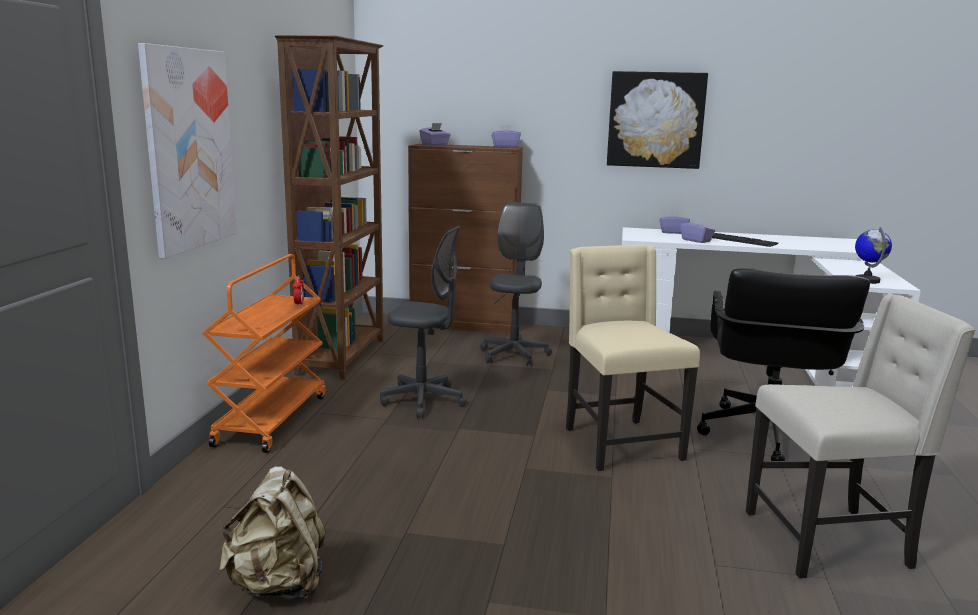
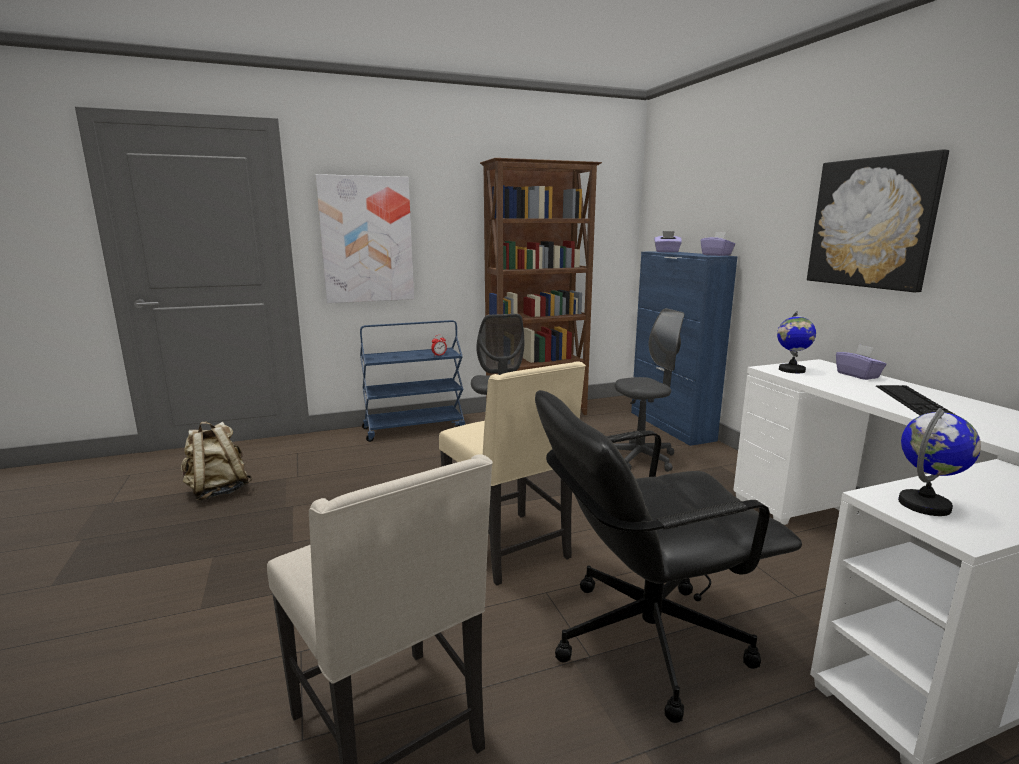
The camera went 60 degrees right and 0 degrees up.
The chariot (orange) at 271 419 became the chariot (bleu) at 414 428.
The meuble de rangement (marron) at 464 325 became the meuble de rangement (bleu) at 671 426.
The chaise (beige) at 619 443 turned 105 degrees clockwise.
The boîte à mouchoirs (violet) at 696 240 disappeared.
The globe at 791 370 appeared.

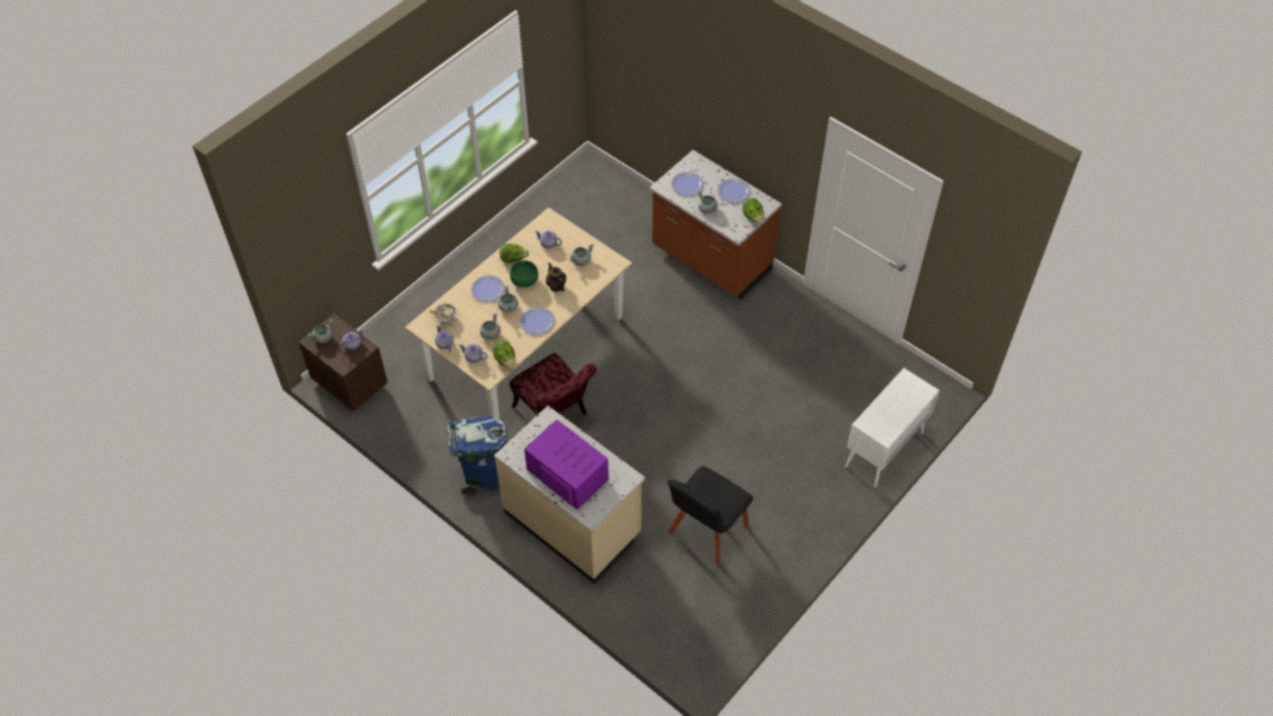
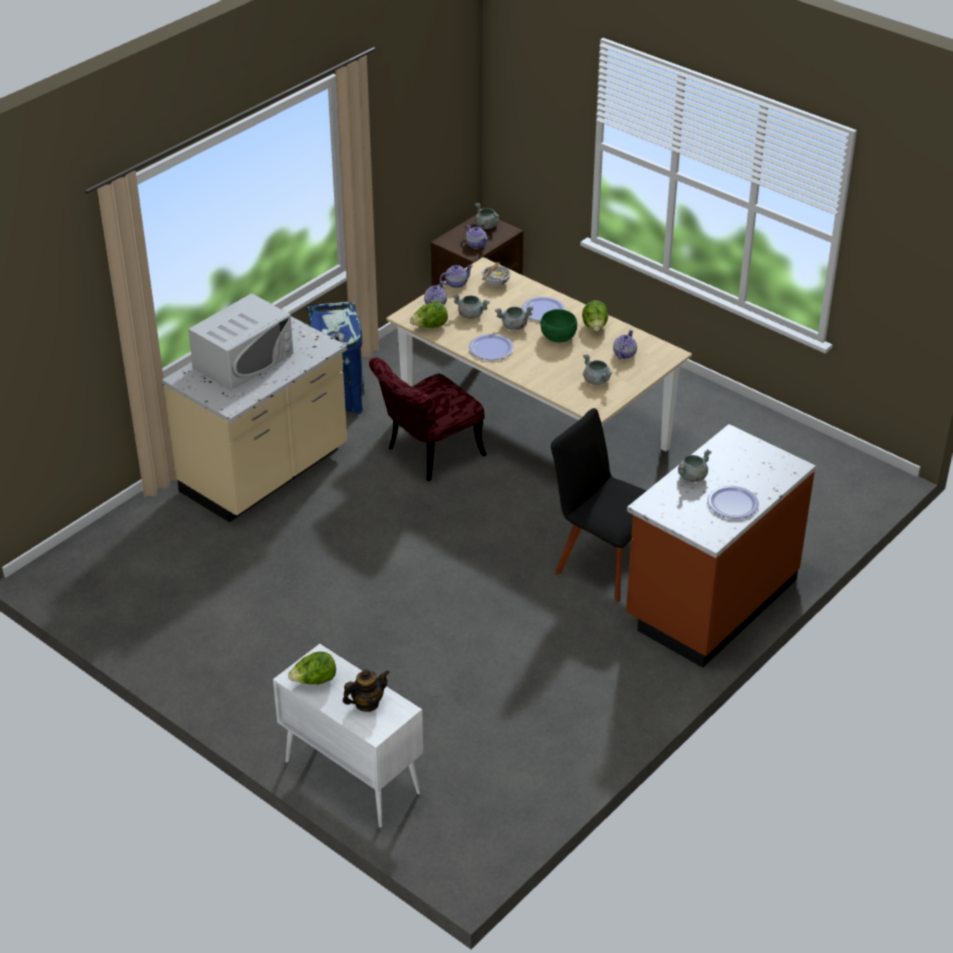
The camera went 90 degrees right and 15 degrees down.
The micro-ondes (violet) at 567 474 became the micro-ondes (blanc) at 243 360.
The théière moved from 556 286 to 367 703.
The chaise (noir) moved from 706 532 to 603 563.
The assiette at 687 184 disappeared.
The laitue moved from 753 217 to 314 681.

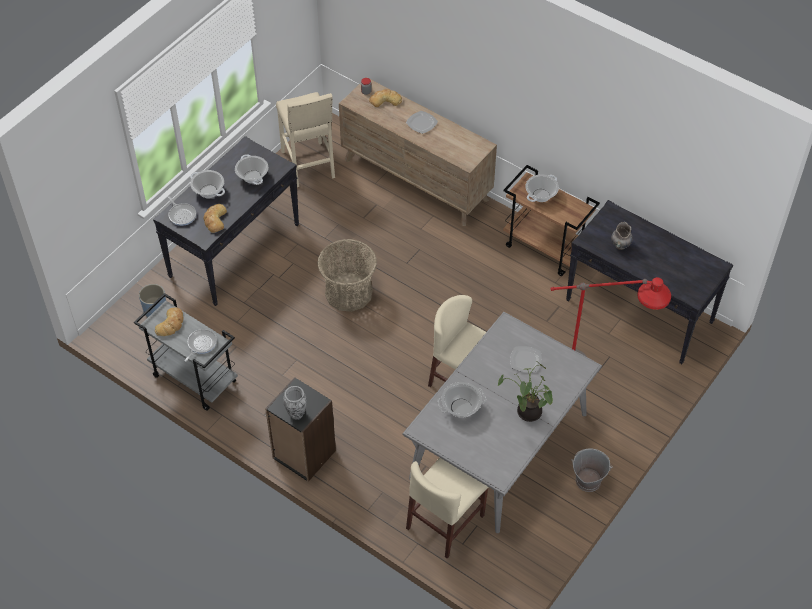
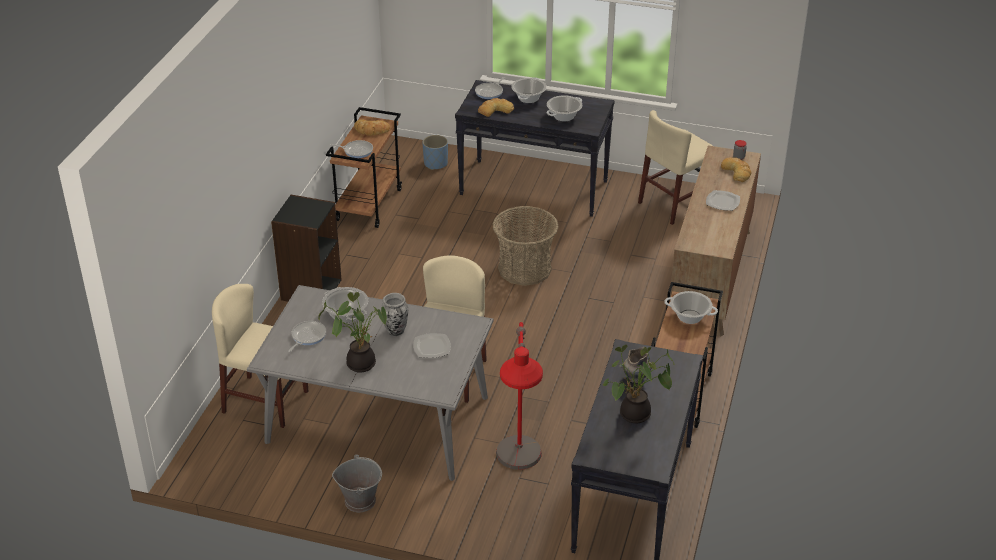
The camera went 70 degrees right and 15 degrees down.
The chariot (gris) at 193 379 became the chariot (marron) at 368 204.
The tabouret (beige) at 308 165 was replaced by the chaise (beige) at 675 203.
The vase moved from 296 413 to 396 331.
The poêle at 307 336 appeared.
The plante en pot at 634 416 appeared.

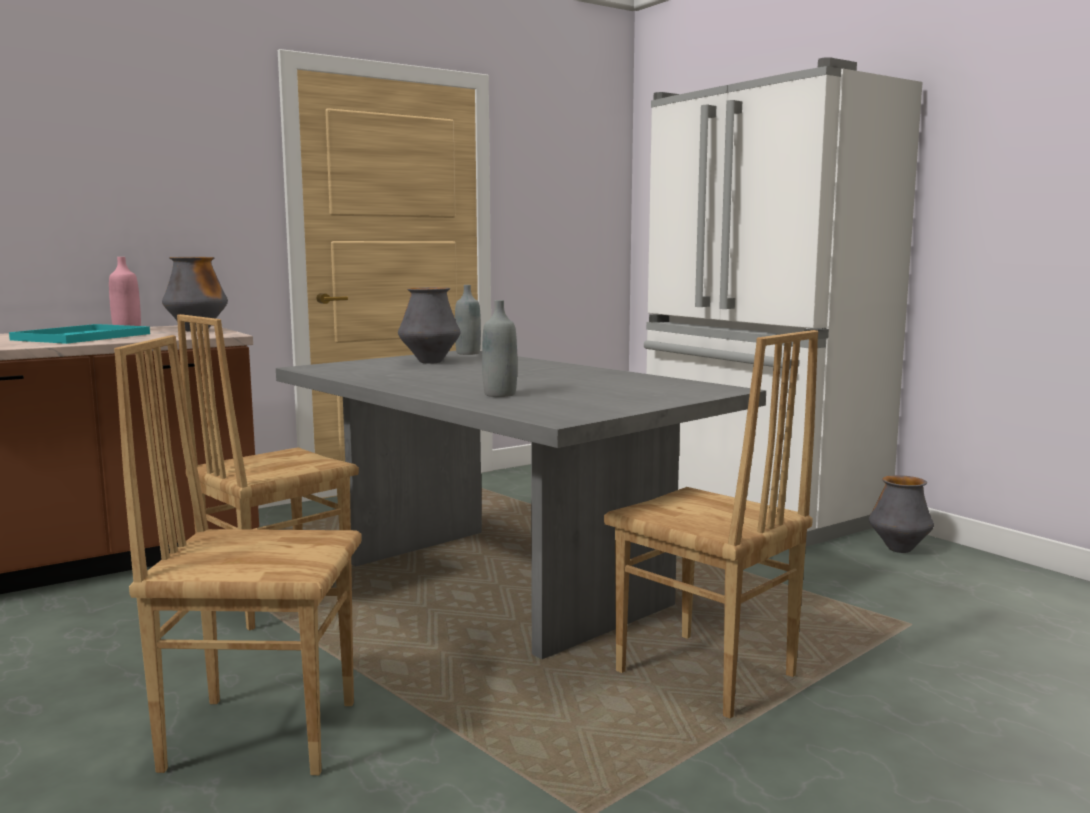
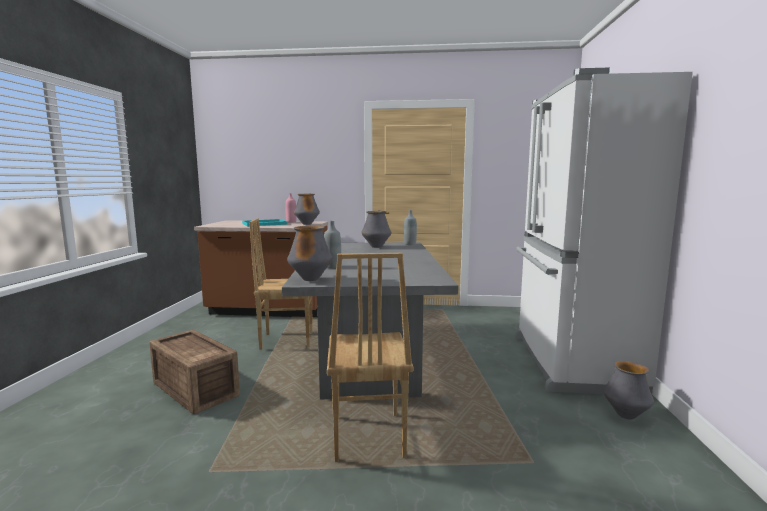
The camera went 40 degrees right and 0 degrees up.
The chaise (marron) at 260 733 was replaced by the caisse at 196 388.
The vase at 310 279 appeared.

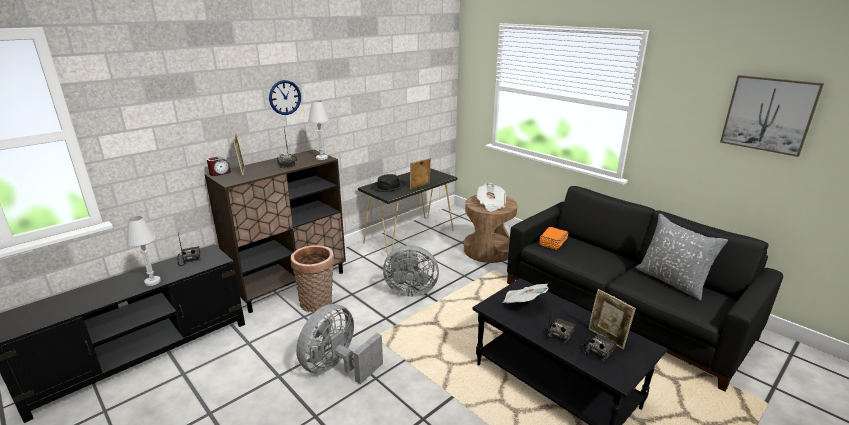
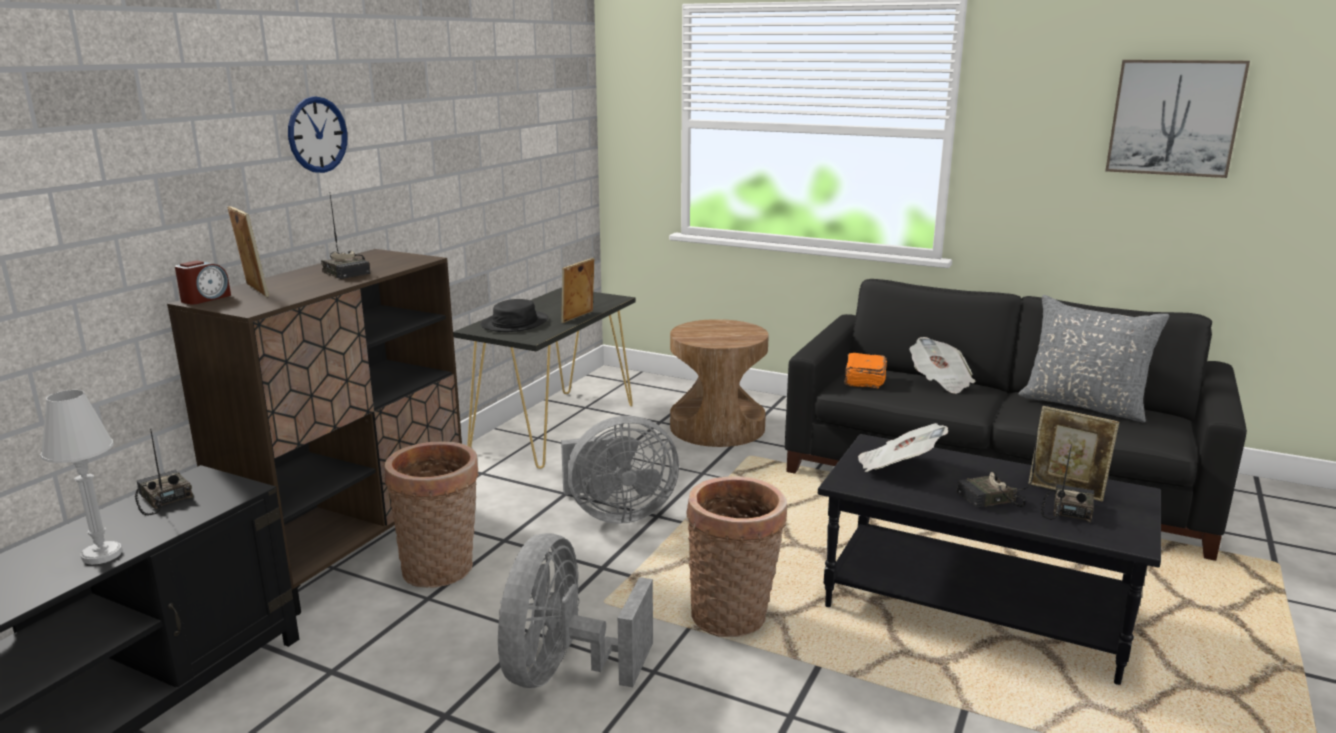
The camera went 20 degrees left and 5 degrees down.
The lampe de table (blanc) at 321 158 disappeared.
The journal moved from 491 205 to 940 382.
The radio at 558 333 turned 120 degrees counterclockwise.
The panier at 734 617 appeared.

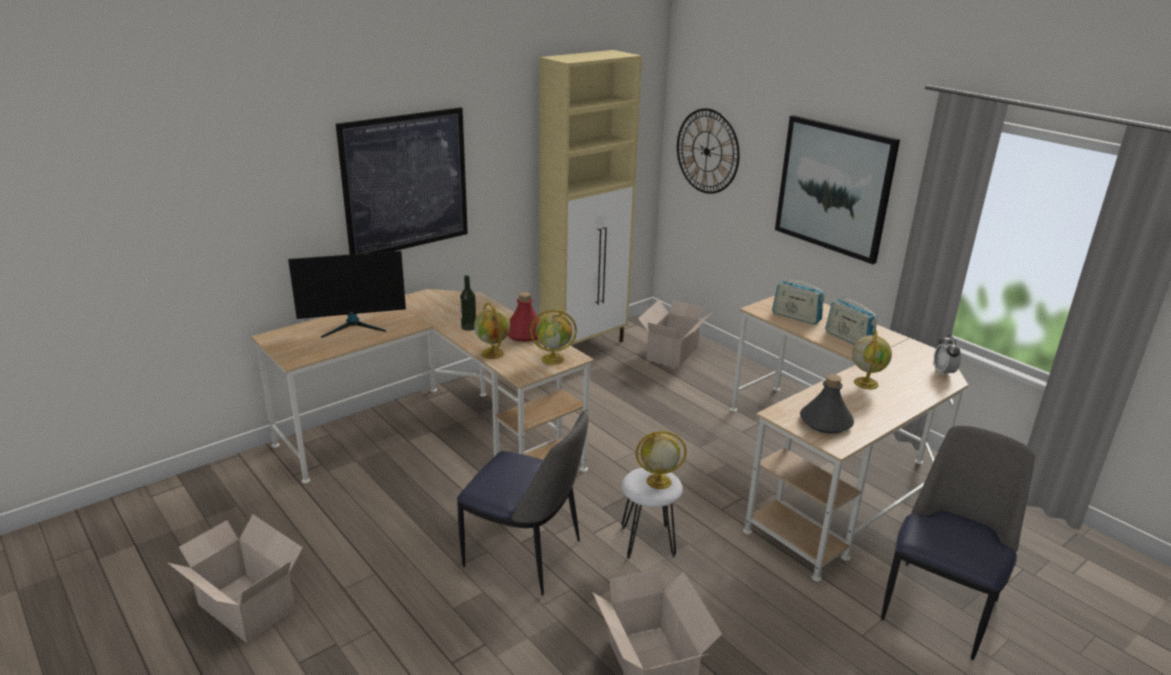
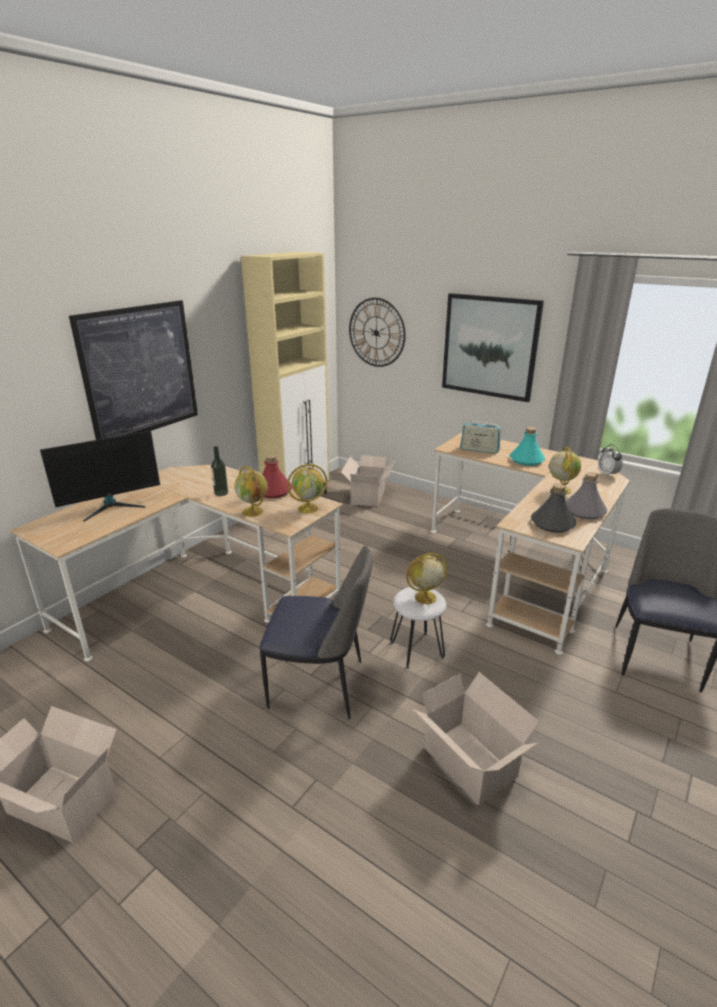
The camera went 15 degrees left and 0 degrees up.
The radio at 848 339 was replaced by the bouteille (turquoise) at 526 460.
The bouteille (gris) at 583 511 appeared.

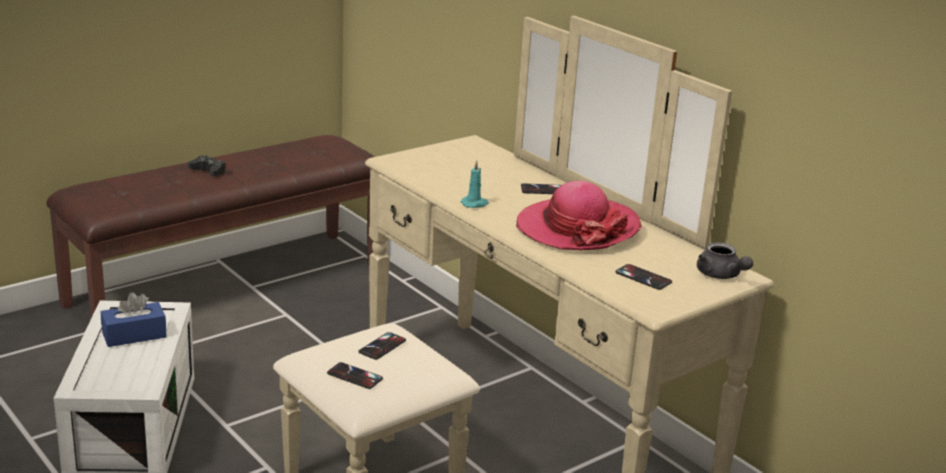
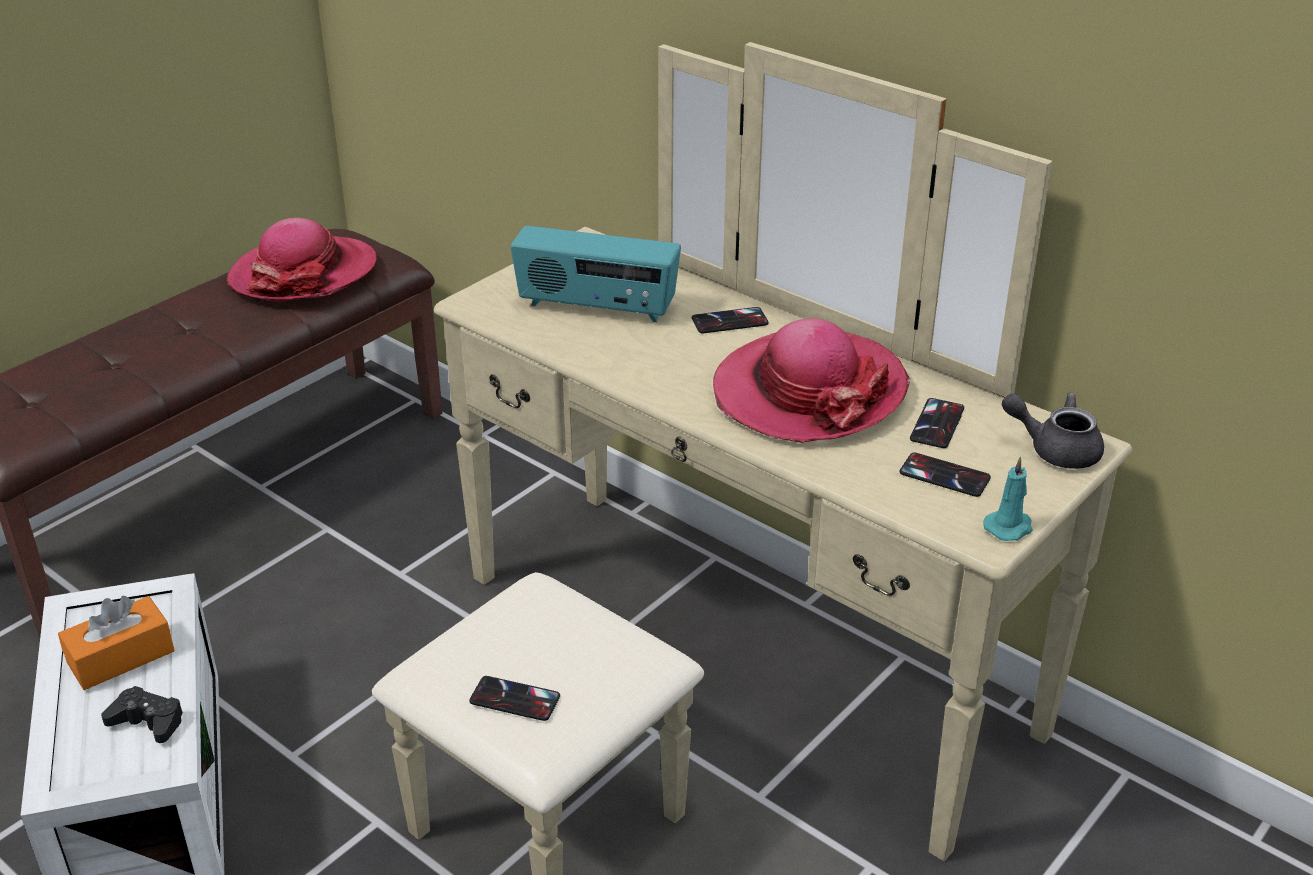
The camera went 10 degrees left and 10 degrees up.
The boîte à mouchoirs (bleu) at 134 335 became the boîte à mouchoirs (orange) at 121 657.
The manette (noir) moved from 208 171 to 147 721.
The téléphone moved from 382 346 to 937 424.
The bougie (turquoise) moved from 475 204 to 1009 527.
The théière (gris) at 721 275 turned 150 degrees clockwise.
The chapeau at 304 274 appeared.
The radio at 596 308 appeared.

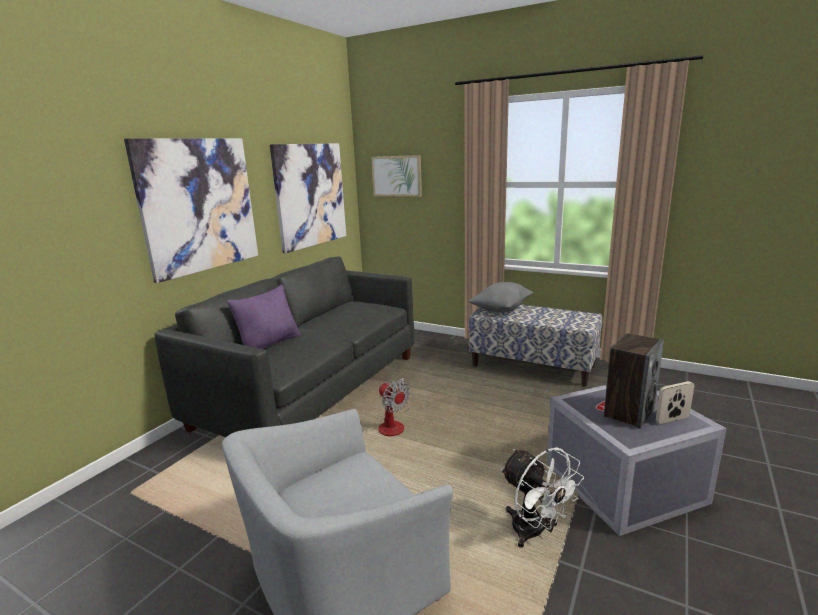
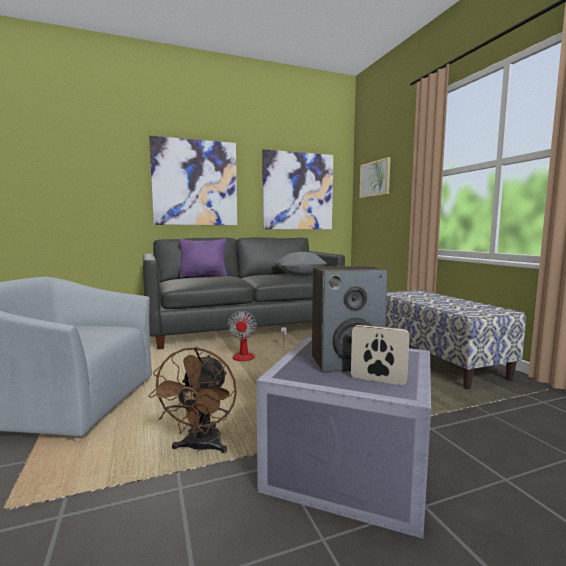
The camera went 40 degrees right and 10 degrees down.
The coussin (gris) moved from 501 309 to 300 275.
The ventilateur (blanc) at 534 533 became the ventilateur (marron) at 200 448.

